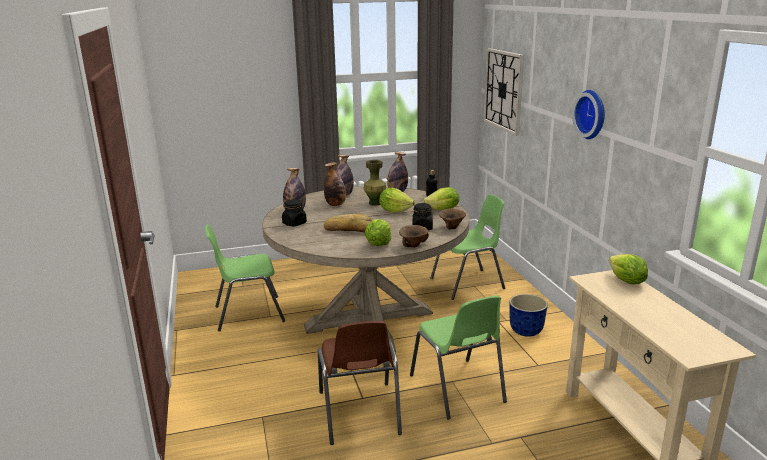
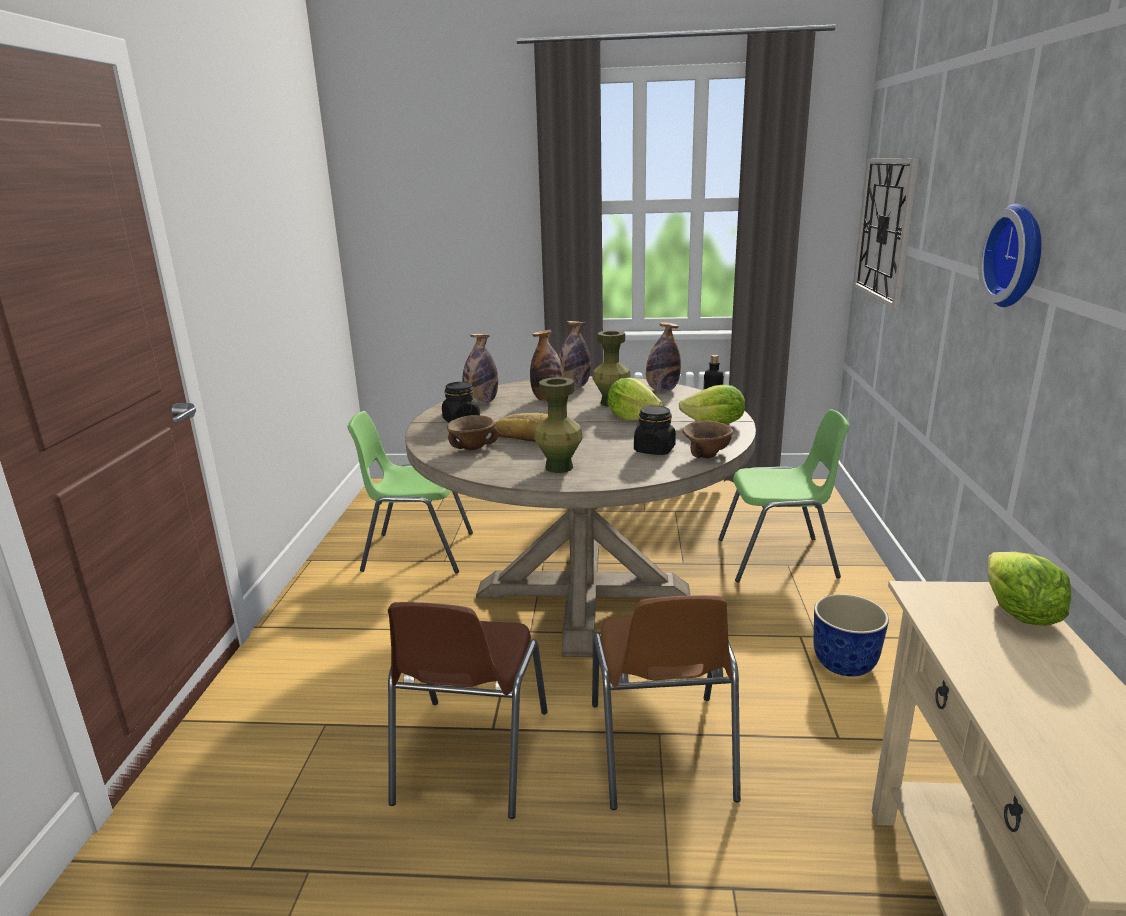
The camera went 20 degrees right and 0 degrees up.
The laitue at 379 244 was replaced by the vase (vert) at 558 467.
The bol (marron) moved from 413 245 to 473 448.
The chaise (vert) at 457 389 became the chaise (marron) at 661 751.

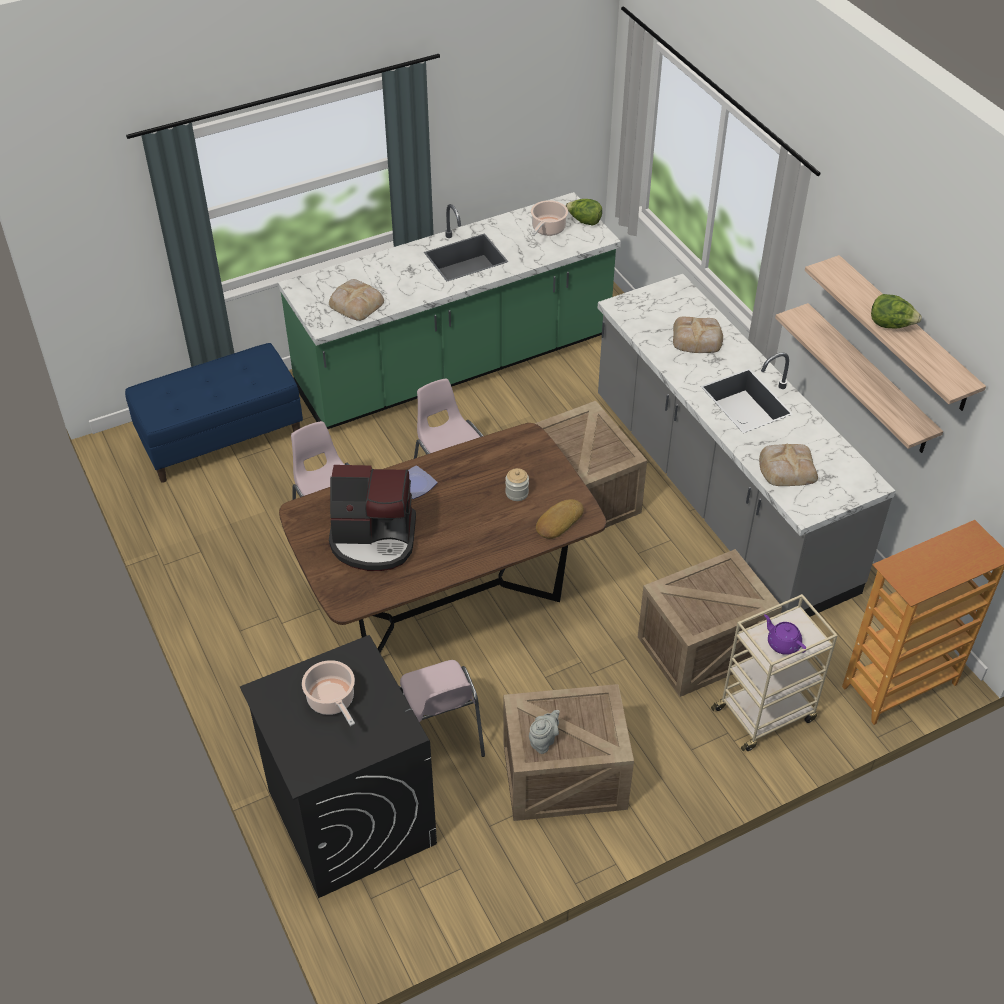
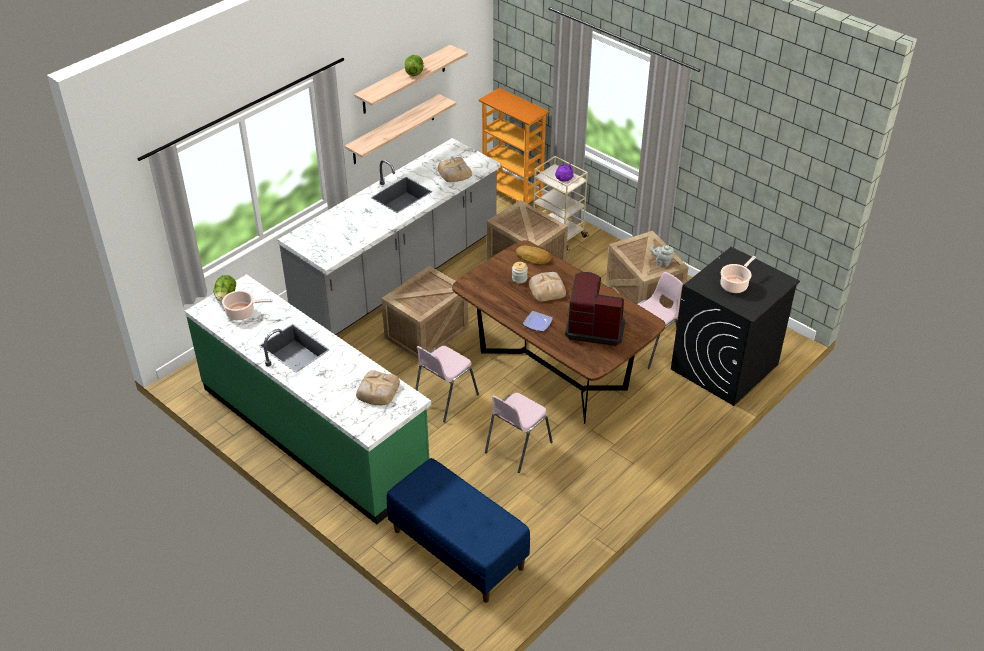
The camera went 110 degrees left and 5 degrees down.
The machine à café at 373 540 turned 60 degrees counterclockwise.
The pain moved from 697 339 to 547 289.

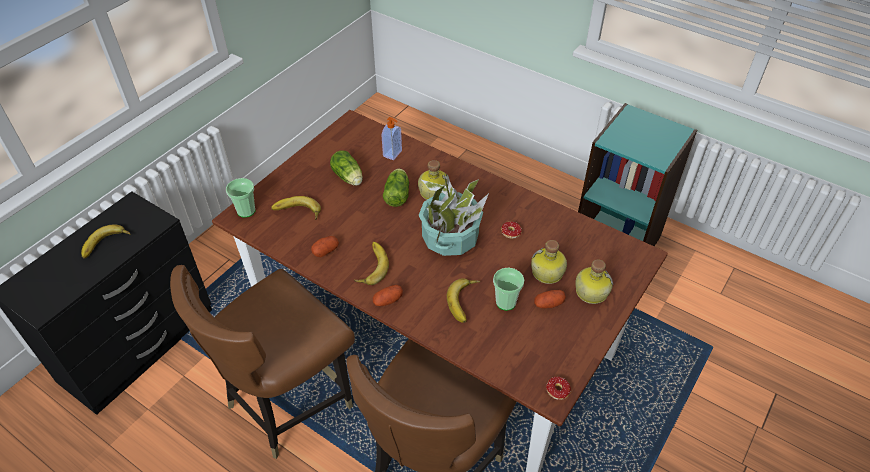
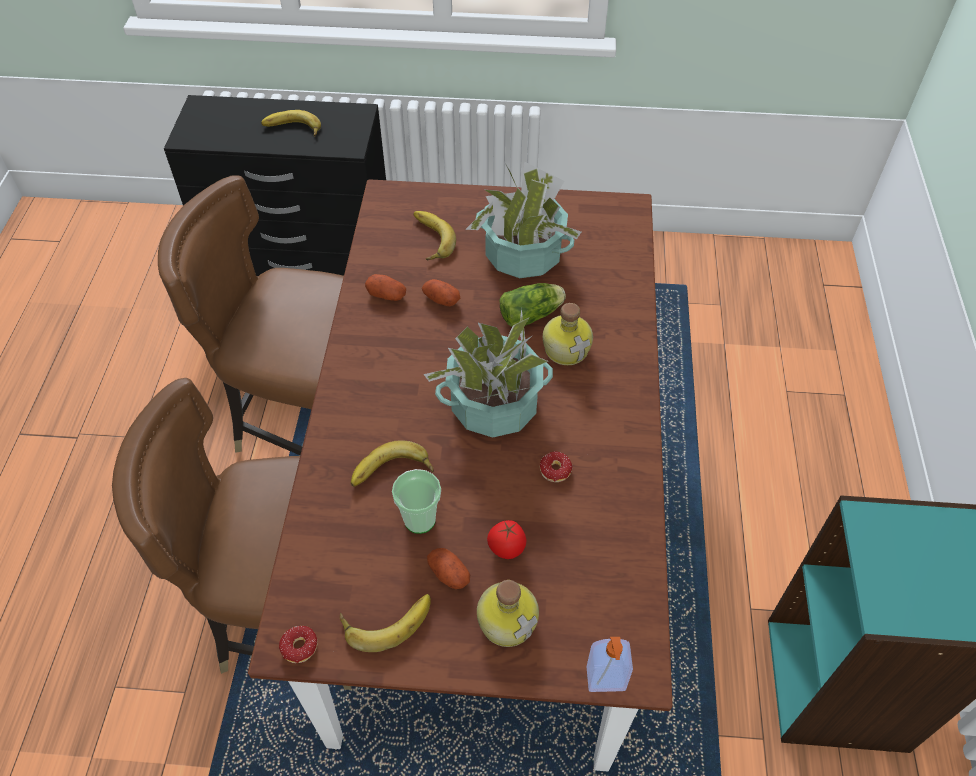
The camera went 60 degrees right and 5 degrees up.
The tasse at 246 211 disappeared.
The laitue at 349 178 was replaced by the plante en pot at 523 255.
The banane moved from 370 266 to 386 618.
The pomme de terre moved from 388 300 to 441 299.
The distributeur de savon moved from 393 154 to 606 680.
The bouteille at 547 273 was replaced by the tomate at 506 548.

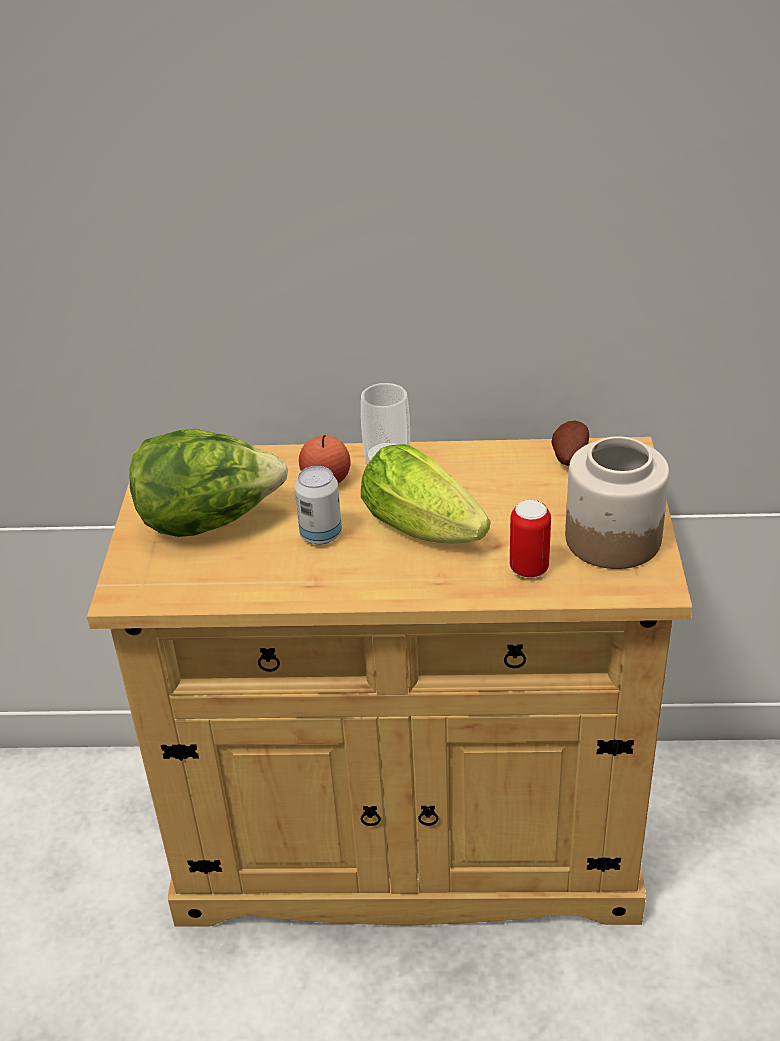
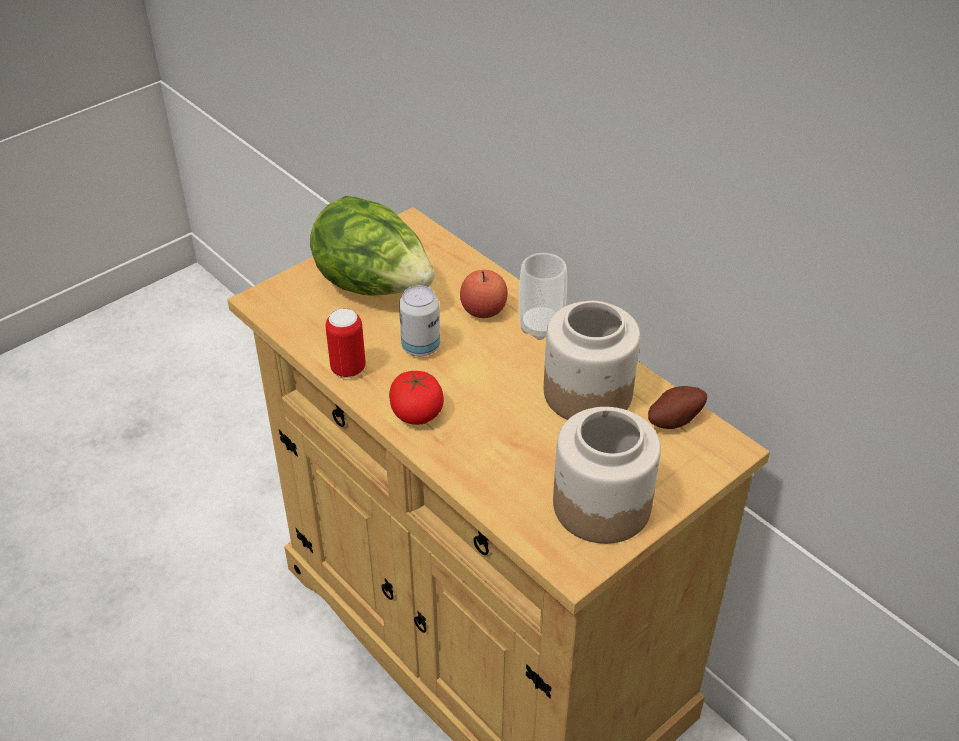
The camera went 45 degrees right and 5 degrees up.
The laitue at 428 529 disappeared.
The boîte métallique moved from 529 569 to 348 368.
The tomate at 417 412 appeared.
The bocal at 586 393 appeared.

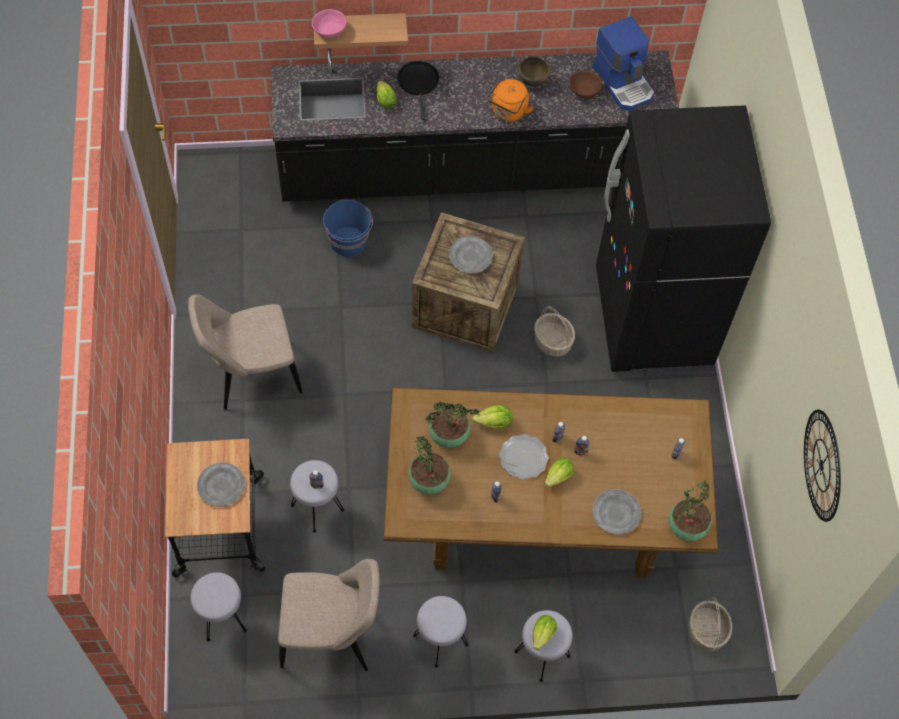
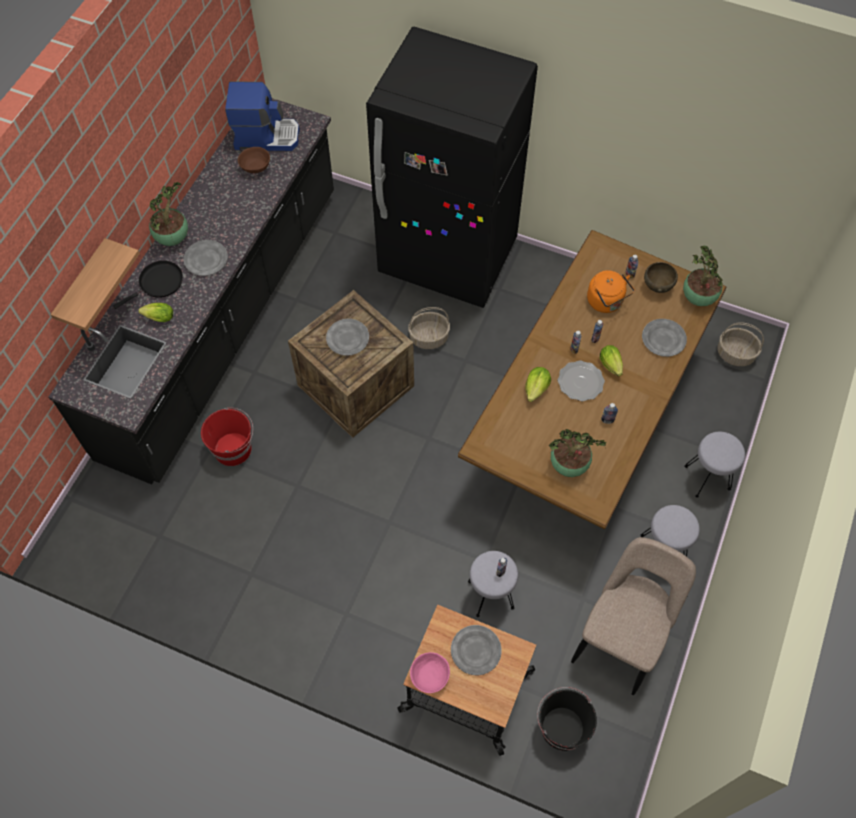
The camera went 60 degrees left and 0 degrees up.
The chaise (beige) at 252 376 disappeared.
The tabouret (gris) at 222 617 was replaced by the seau (noir) at 561 727.
The bol (rose) moved from 330 31 to 430 675.
The seau (bleu) at 349 242 became the seau (rouge) at 233 448.
The poêle (noir) at 418 83 turned 120 degrees clockwise.
The plante en pot moved from 450 436 to 173 237.
The bouilloire (orange) moved from 508 112 to 606 302.
The bol (marron) moved from 533 82 to 657 286.
The laitue at 541 636 disappeared.
The horloge murale at 822 465 disappeared.
The assiette (gris) at 206 259 appeared.

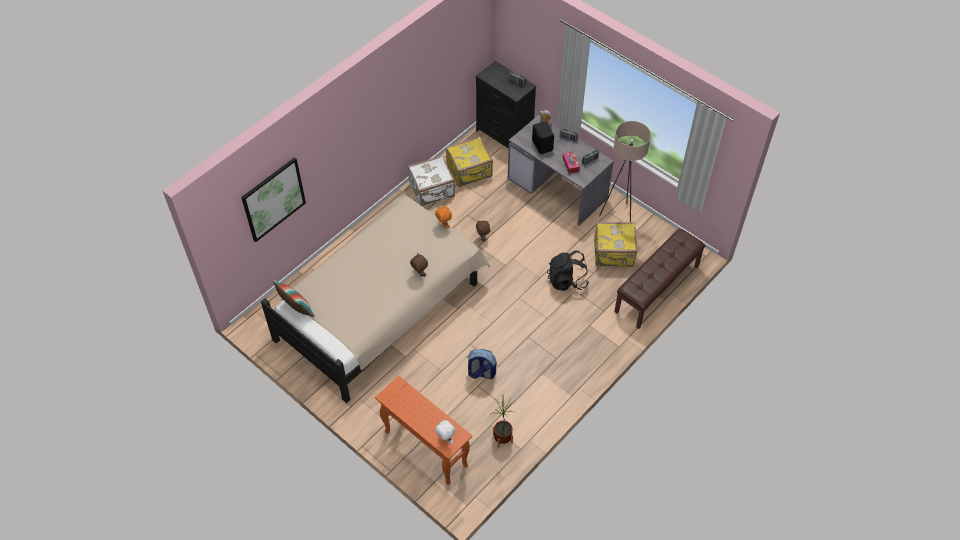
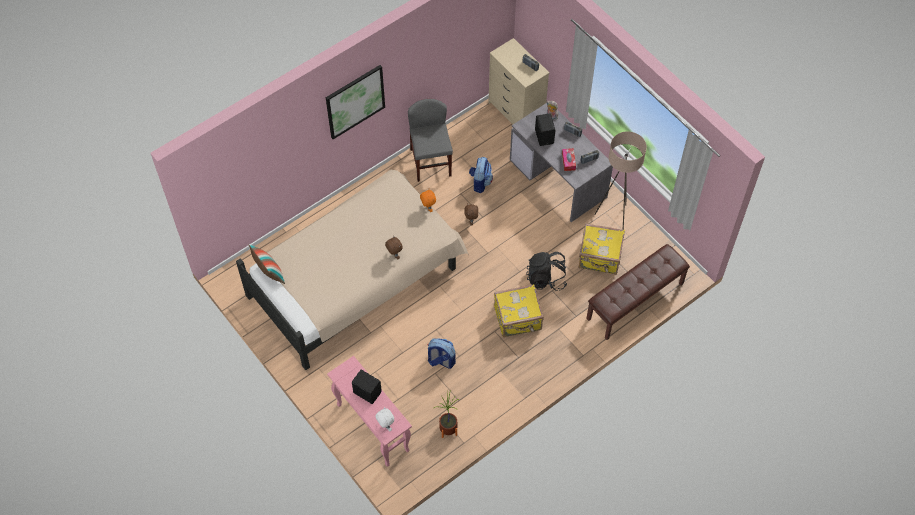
The camera went 10 degrees right and 5 degrees up.
The tableau moved from 273 199 to 355 101.
The table console (orange) at 425 448 became the table console (rose) at 372 427.
The valise (blanc) at 432 191 was replaced by the chaise (gris) at 430 162.
The valise (jaune) moved from 470 171 to 518 319.
The commode (noir) at 504 135 became the commode (beige) at 515 112.
The enceinte (noir) at 367 392 appeared.
The sac à dos at 480 182 appeared.

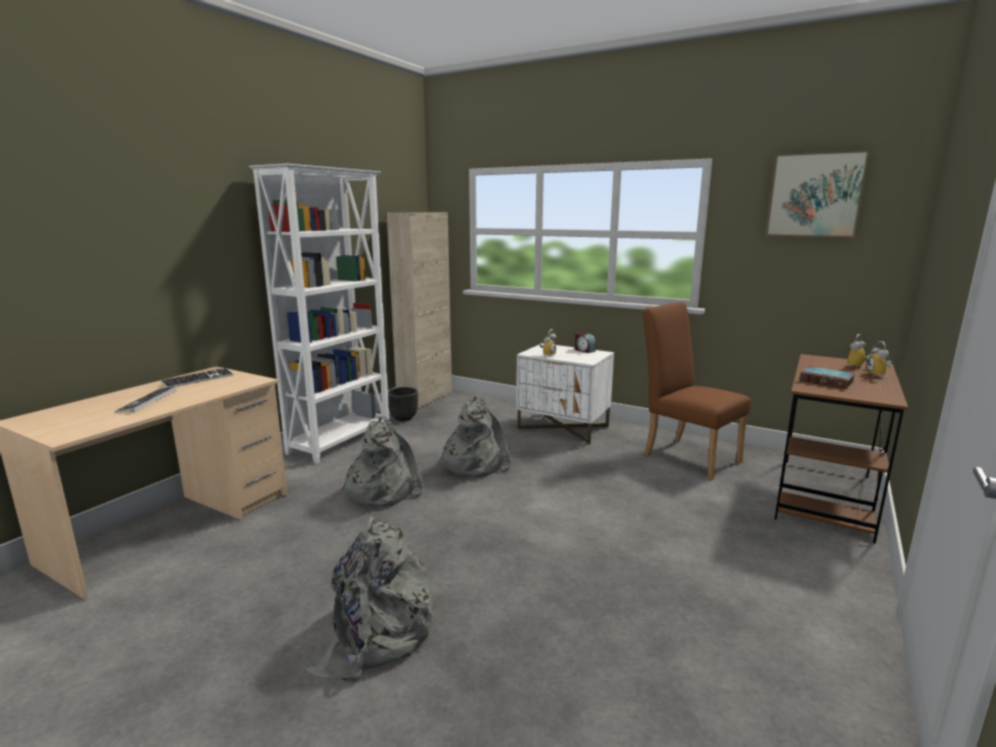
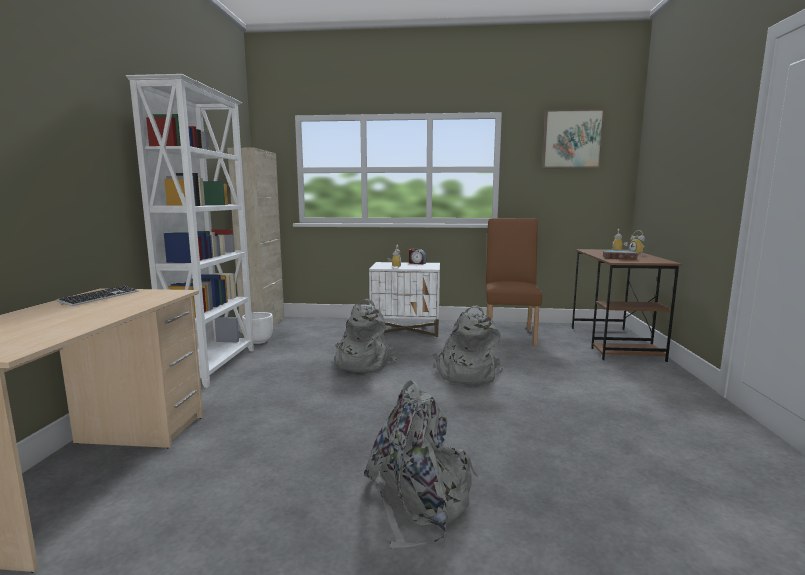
The camera went 25 degrees left and 5 degrees down.
The clavier at 148 401 disappeared.
The sac à dos (gris) moved from 382 490 to 465 374.
The cache-pot (noir) at 404 418 became the cache-pot (blanc) at 259 341.
The chaise (marron) at 686 456 turned 75 degrees clockwise.

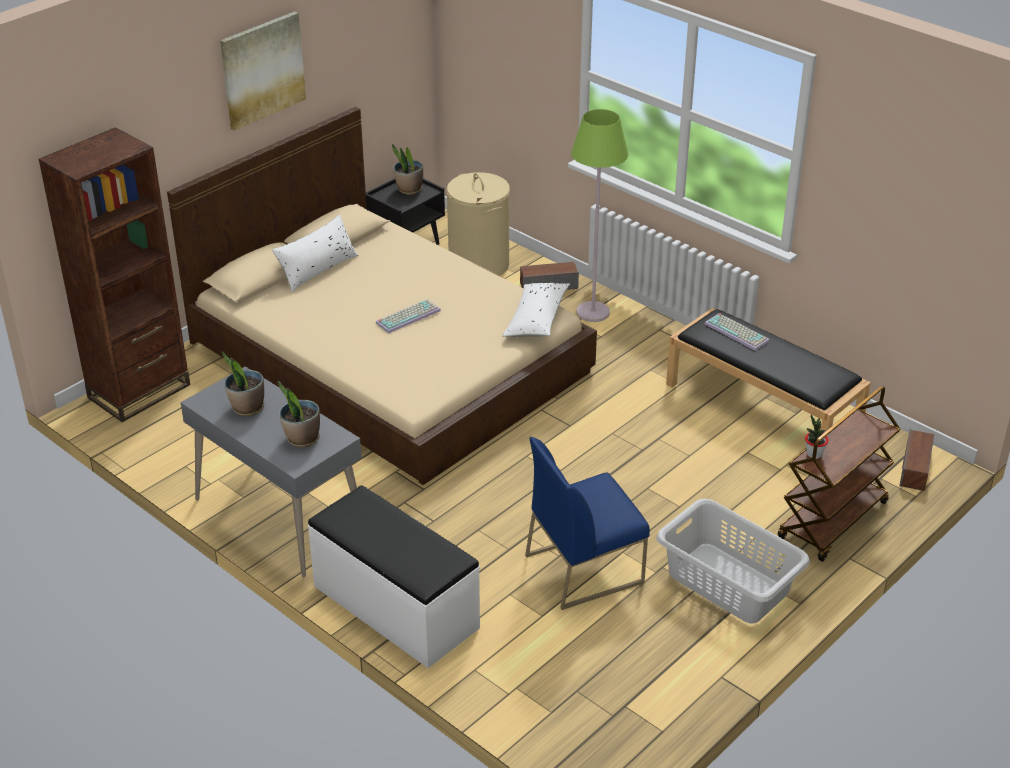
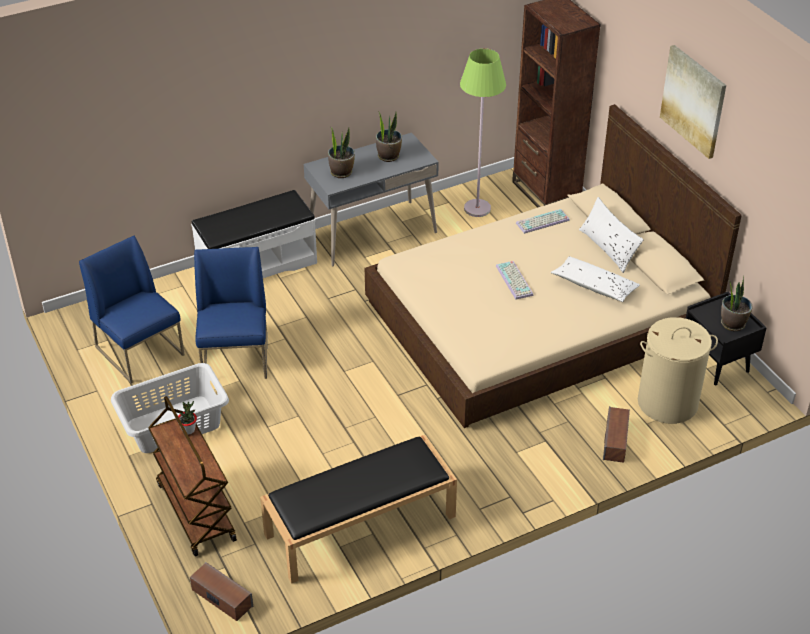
The camera went 110 degrees right and 5 degrees up.
The coussin (blanc) moved from 536 319 to 594 286.
The lampadaire (vert) moved from 593 312 to 477 208.
The clavier moved from 738 332 to 542 222.
The chaise (bleu) at 141 351 appeared.

